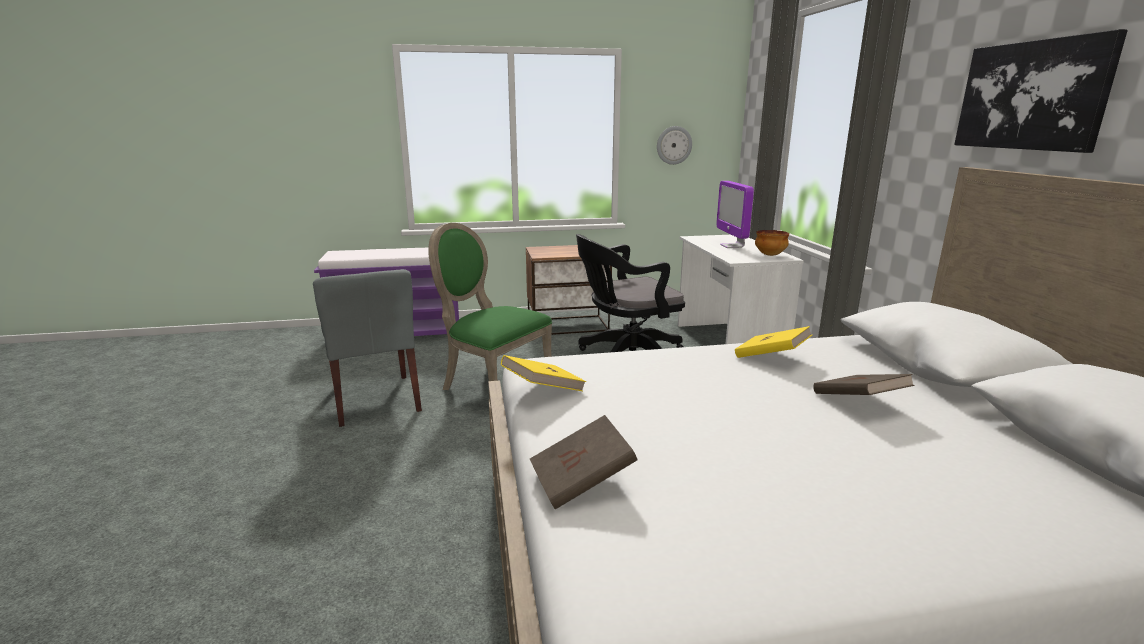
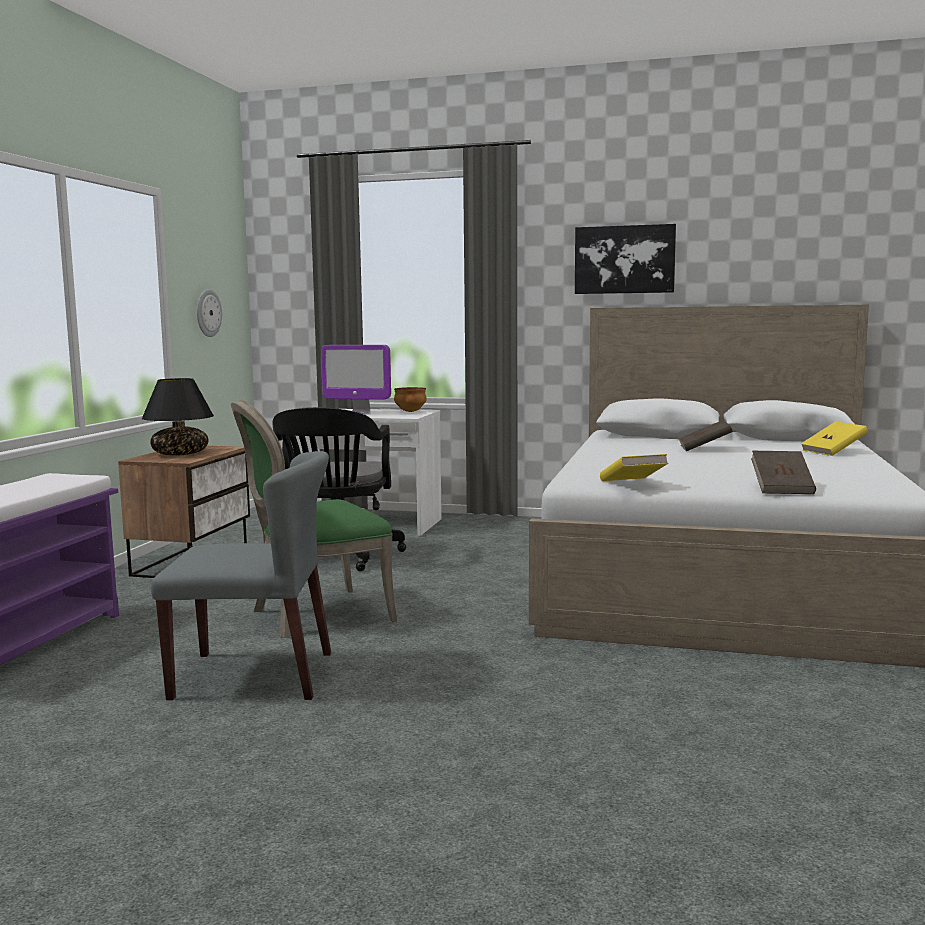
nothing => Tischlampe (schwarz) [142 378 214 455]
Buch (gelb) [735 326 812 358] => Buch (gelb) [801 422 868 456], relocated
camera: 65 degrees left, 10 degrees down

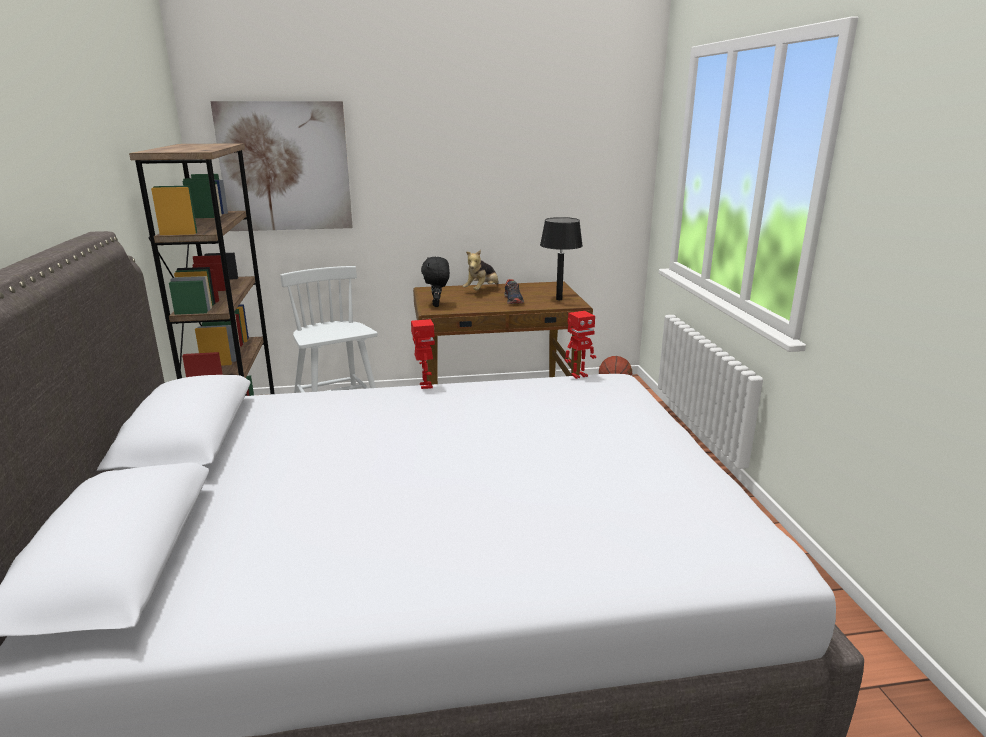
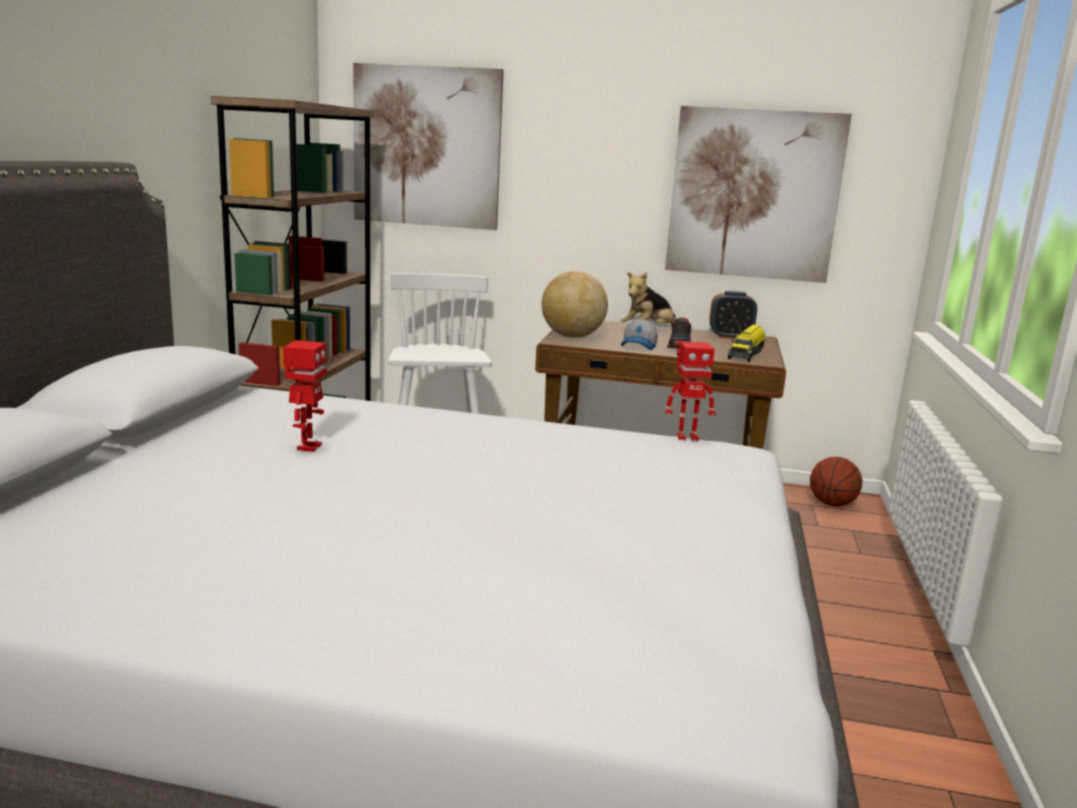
nothing => Kappe [621 319 658 350]
nothing => Bild [665 106 852 283]
nothing => Wecker [709 291 757 339]
Spielzeugroboter [411 319 435 389] => Spielzeugroboter [283 340 327 452], relocated
Plüschtier (schwarz) [421 257 450 307] => Globus [542 271 608 338]
Tischlampe (schwarz) [540 217 583 300] => Spielzeuglaster [728 324 765 362]
camera: 20 degrees right, 5 degrees down

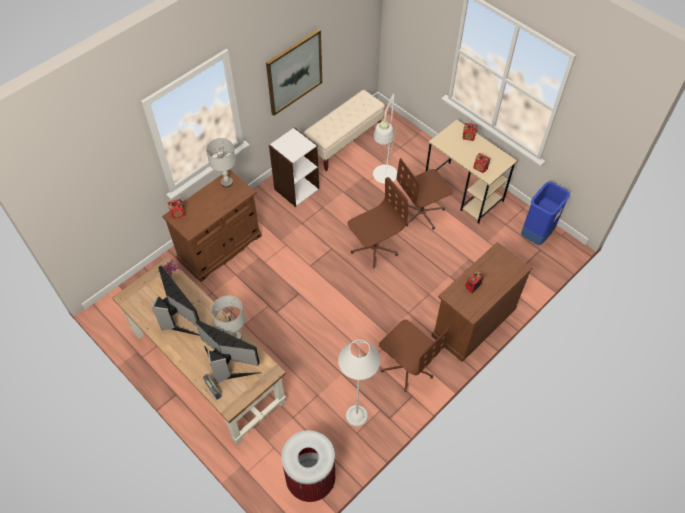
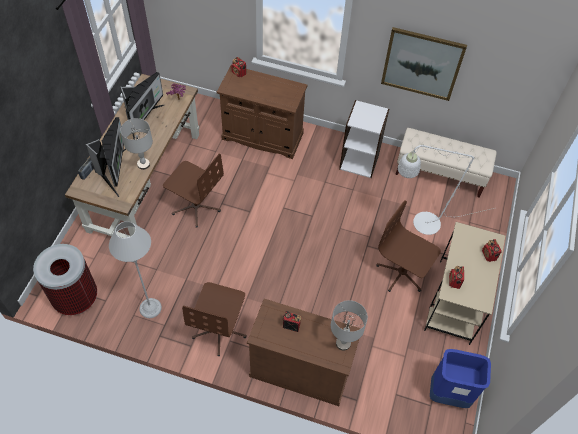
Tischlampe (grau) [206 138 236 188] => Tischlampe (grau) [331 300 368 351], relocated
Bürostuhl (braun) [347 177 408 268] => Bürostuhl (braun) [163 153 224 228], relocated
camera: 60 degrees right, 0 degrees up

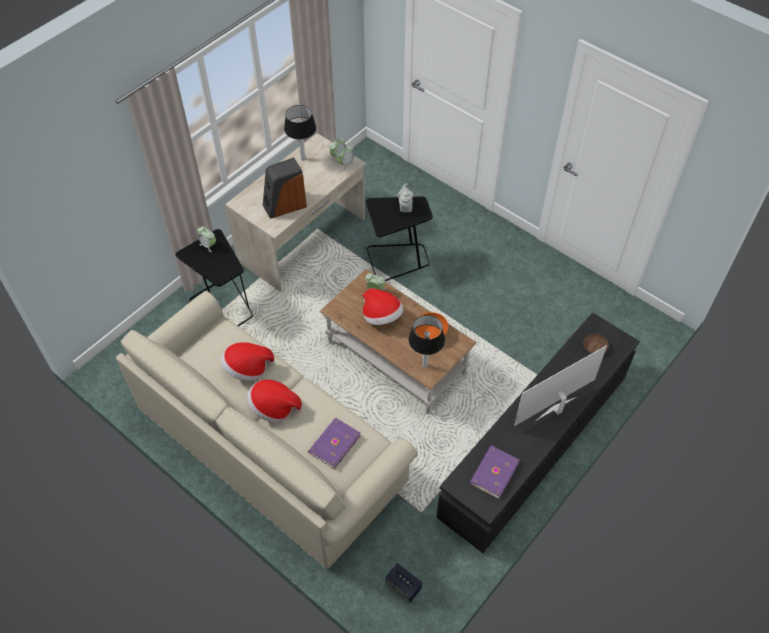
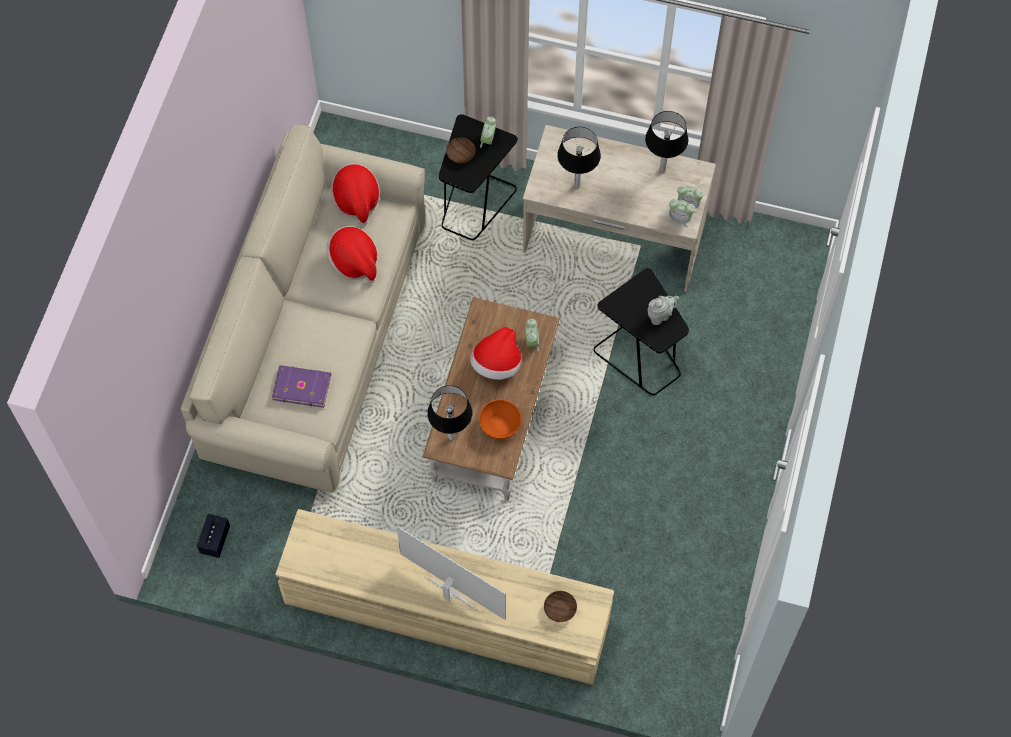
Buch (lila) [470 445 520 499] => nothing
nothing => Schüssel (braun) [446 138 476 163]
Hut [247 380 302 422] => Hut [331 163 380 225], relocated
Lautsprecher [263 157 307 219] => Tischlampe [557 127 601 188]
Fernsehschrank (schwarz) [437 313 640 553] => Fernsehschrank (beige) [275 509 614 685]
camera: 65 degrees right, 10 degrees up

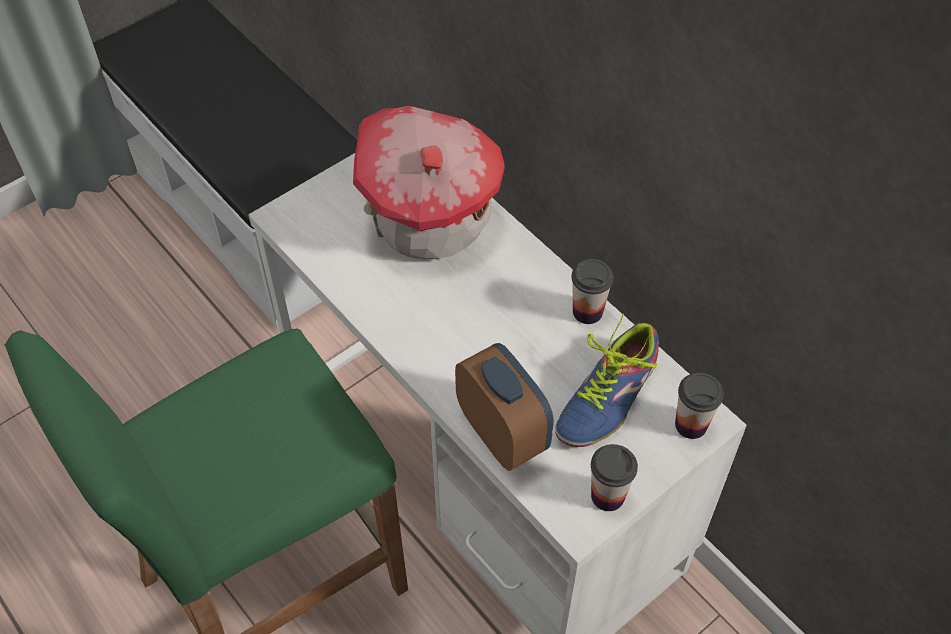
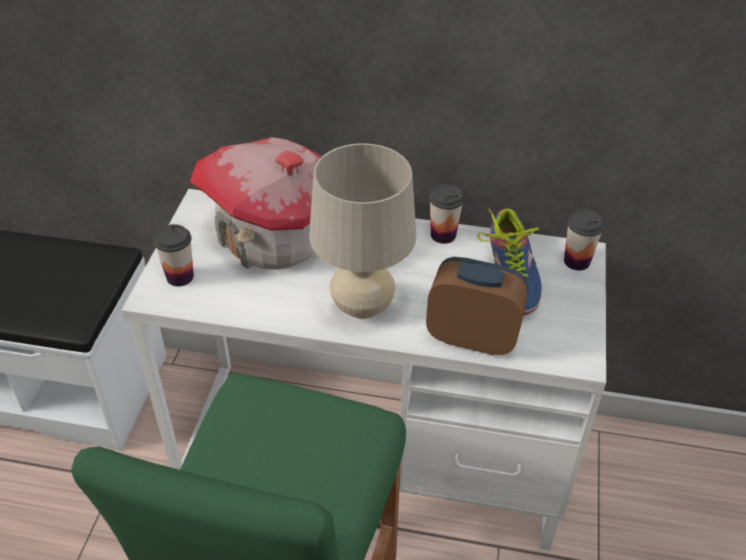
nothing => Tischlampe (beige) [309 143 416 319]
Tasse [591 444 638 511] => Tasse [153 224 194 287], relocated
camera: 40 degrees left, 10 degrees down

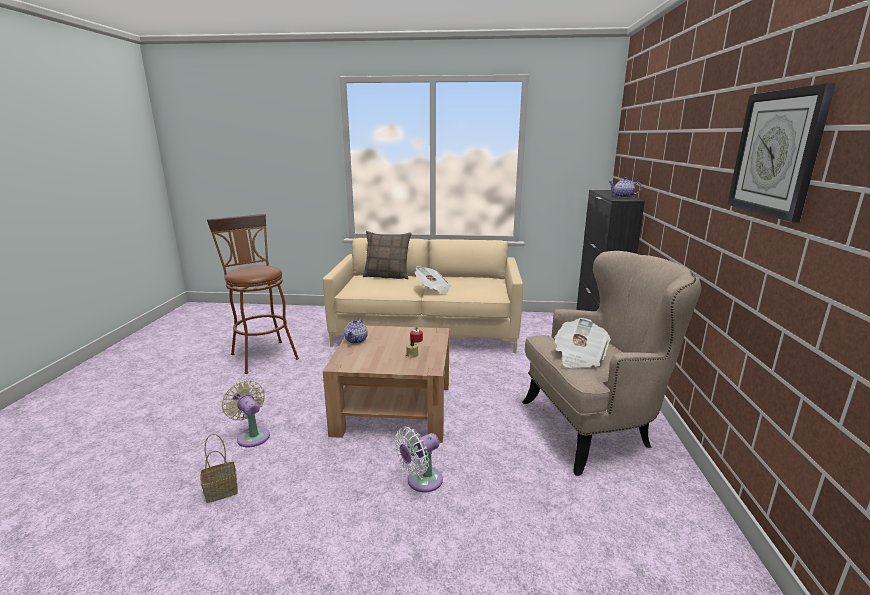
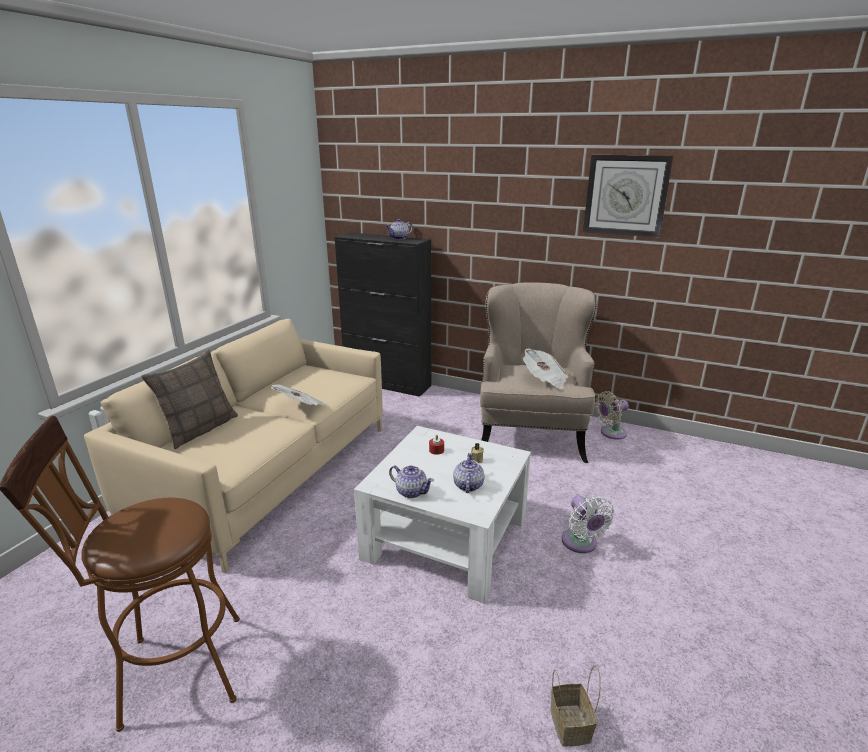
nothing => Teekanne [453 453 485 493]
Ventilator (beige) [222 380 270 447] => Ventilator (beige) [595 391 629 439], relocated
Couchtisch (braun) [323 325 450 443] => Couchtisch (weiß) [354 426 531 603]
camera: 70 degrees left, 5 degrees up

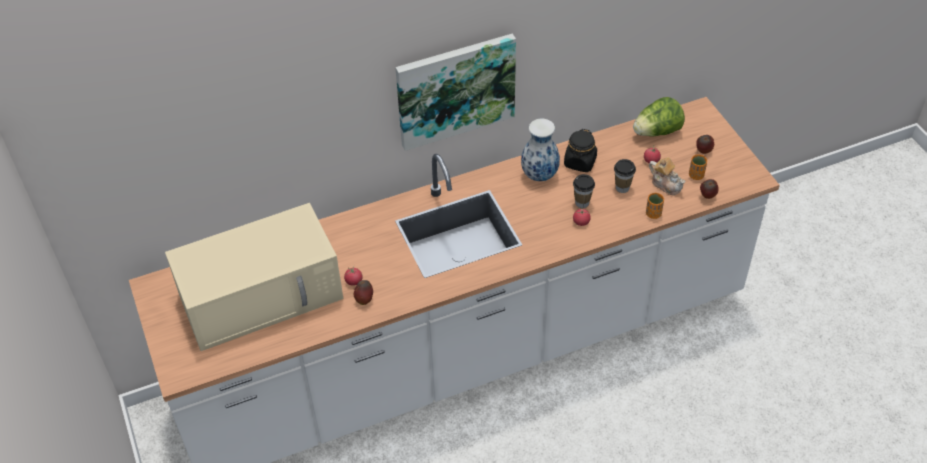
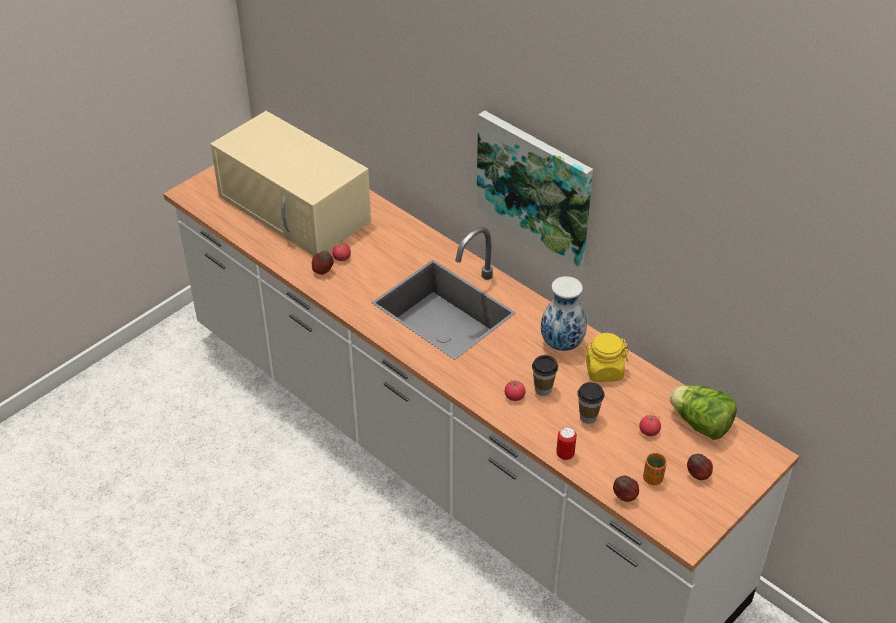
Teekanne [649 157 686 195] => nothing
Tasse (orange) [646 193 664 219] => Dose [556 427 577 461]
Vorratsglas (schwarz) [564 129 597 172] => Vorratsglas (gelb) [583 333 629 382]
camera: 65 degrees right, 5 degrees down

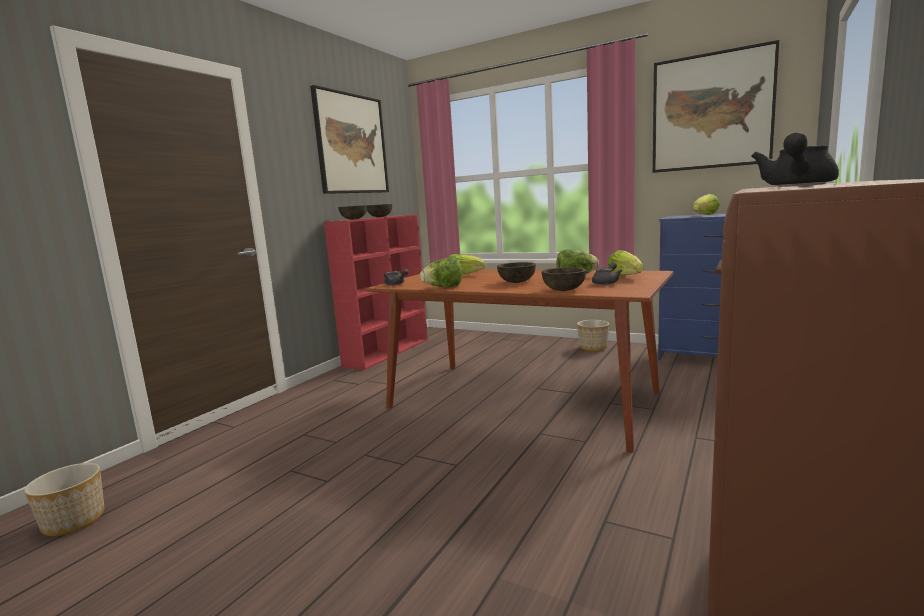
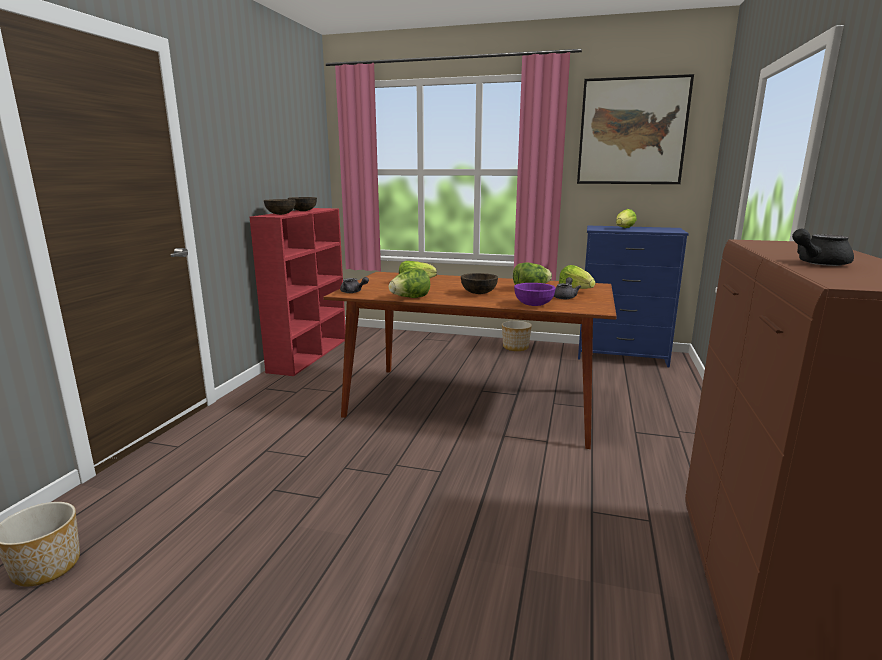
Bild [310 85 389 194] => nothing
Schüssel (braun) [541 267 586 291] => Schüssel (lila) [514 283 556 306]
Teekanne (schwarz) [751 132 839 187] => Teekanne (schwarz) [792 229 854 266], 45 degrees clockwise
camera: 15 degrees left, 5 degrees up

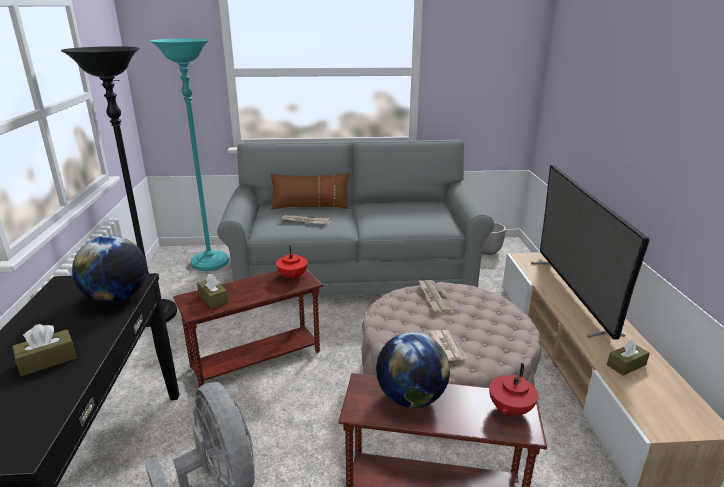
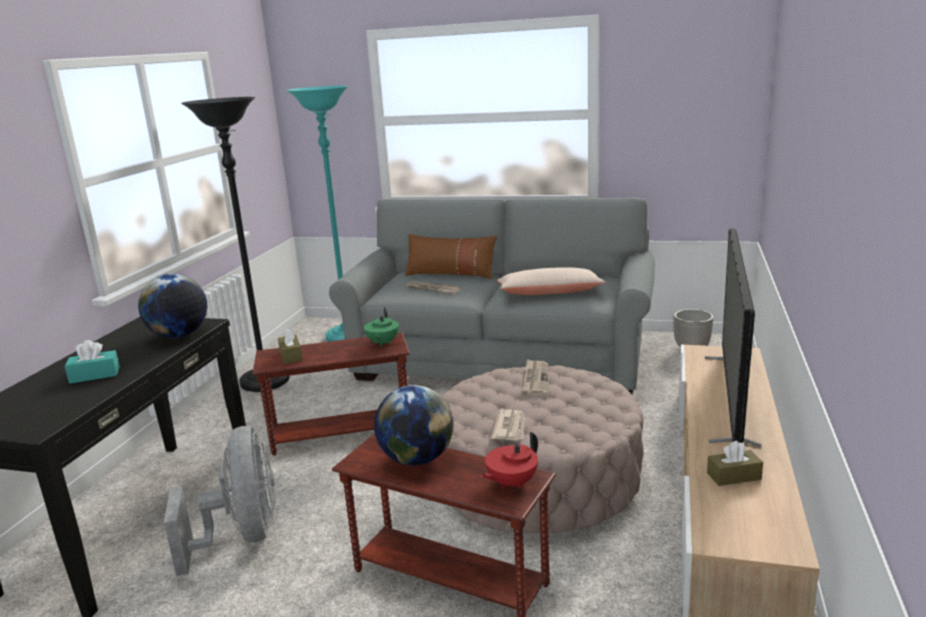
nothing => Kissen (beige) [497 267 605 295]
Taschentuchbox (braun) [13 324 77 376] => Taschentuchbox (türkis) [65 340 120 384]
Teekanne (rot) [276 245 308 281] => Teekanne (grün) [364 308 399 347]
camera: 20 degrees right, 5 degrees down

